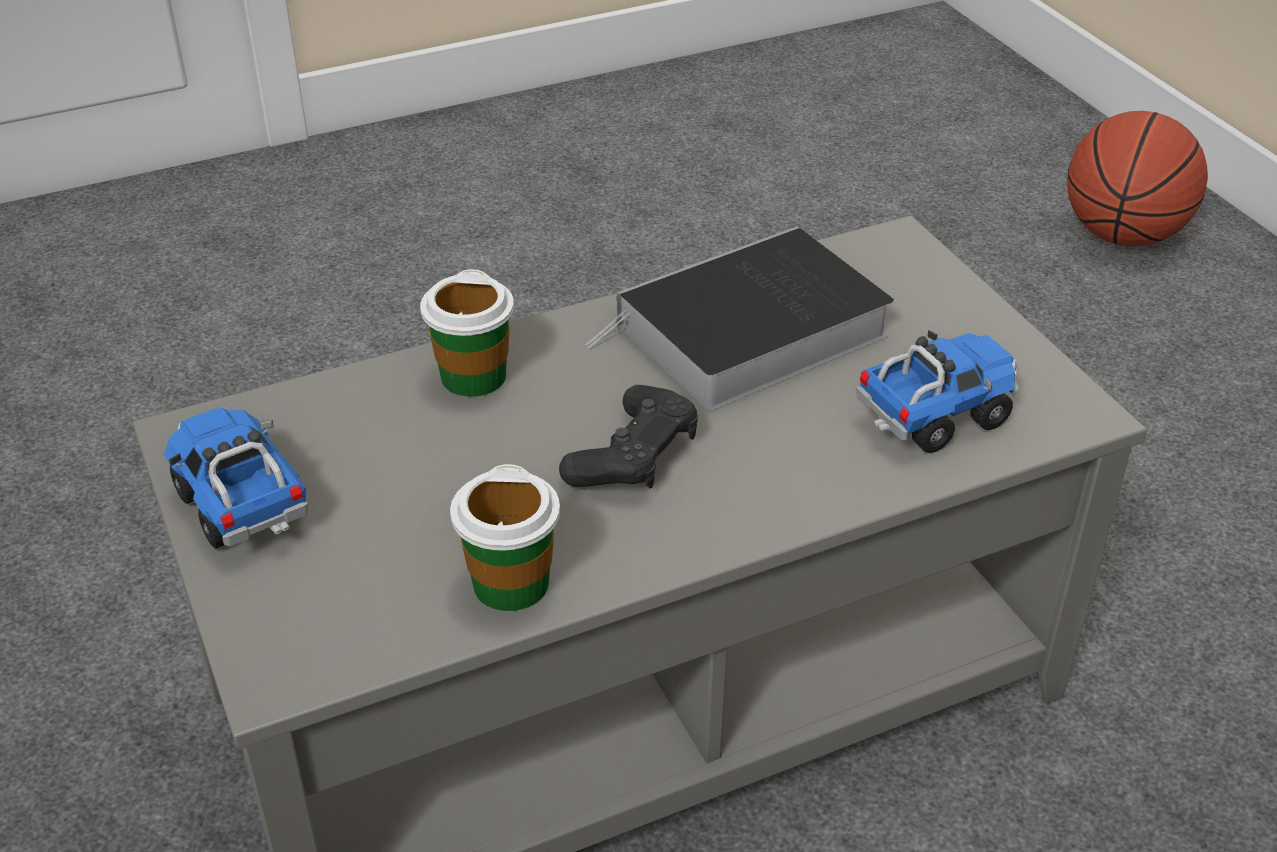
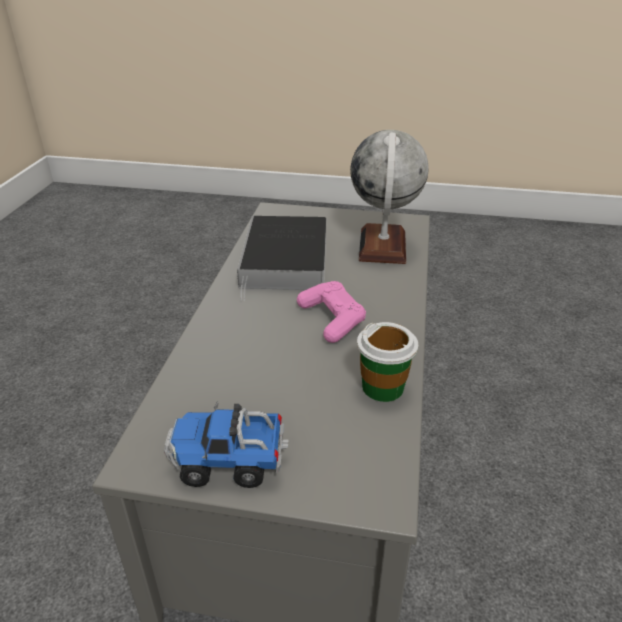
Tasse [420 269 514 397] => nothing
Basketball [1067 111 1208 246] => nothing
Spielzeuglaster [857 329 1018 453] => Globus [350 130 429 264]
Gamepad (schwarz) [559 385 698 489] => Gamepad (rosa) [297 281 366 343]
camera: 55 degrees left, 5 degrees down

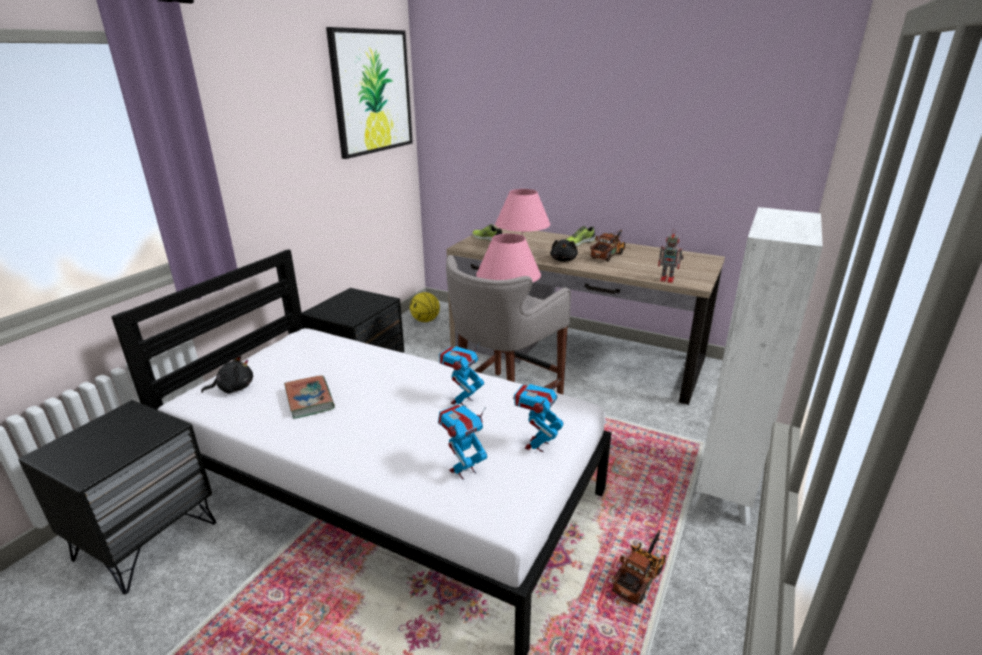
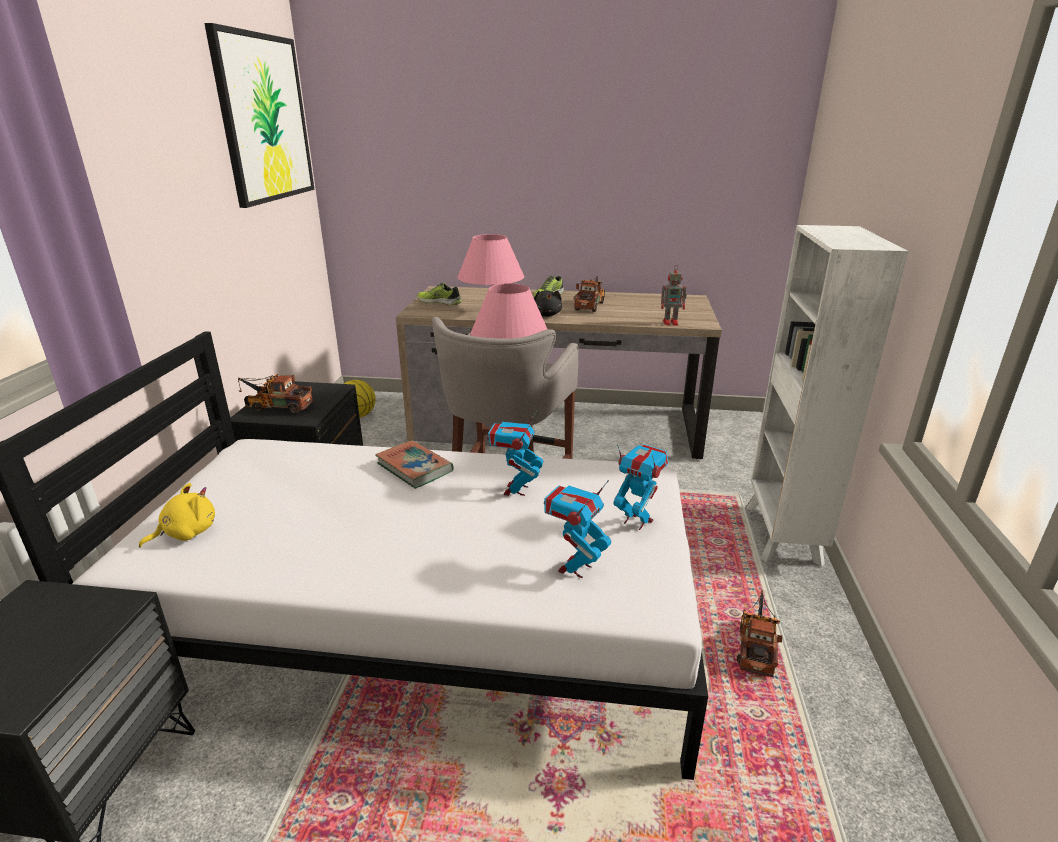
nothing => Spielzeuglaster [238 374 313 414]
Buch [284 375 335 419] => Buch [375 440 454 489], relocated
Plüschtier (schwarz) [201 355 253 394] => Plüschtier (gelb) [139 483 215 548]
Spielzeugroboter [513 378 564 452] => Spielzeugroboter [614 444 669 530], 120 degrees clockwise
camera: 20 degrees left, 0 degrees up

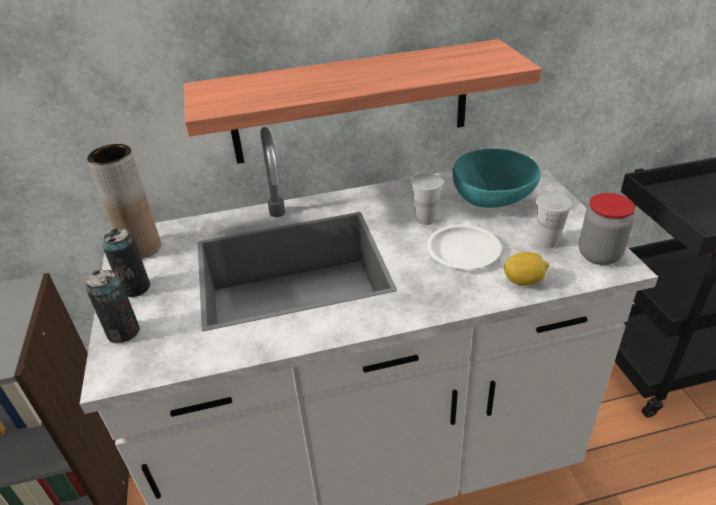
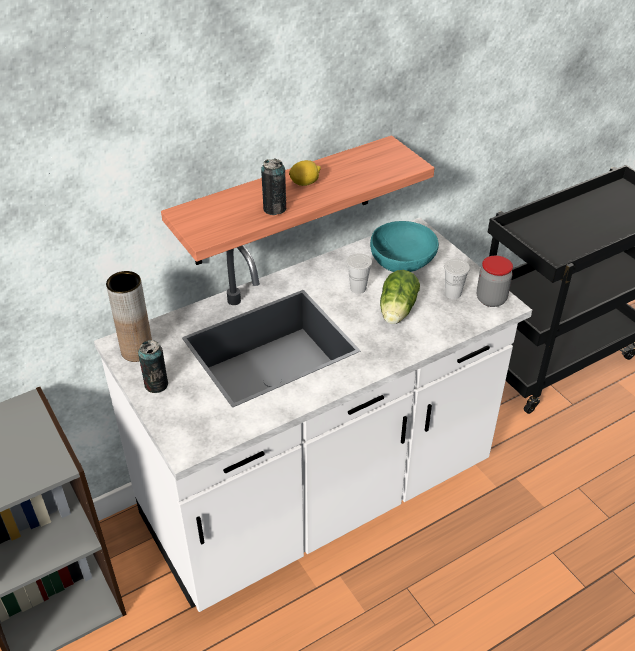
Dose [86 269 140 343] => Dose [261 159 286 215], relocated
Zitrone [503 252 549 286] => Zitrone [289 160 321 186], relocated
Teller (weiß) [427 225 502 269] => Salatkopf [380 270 420 324]
camera: 20 degrees left, 5 degrees up

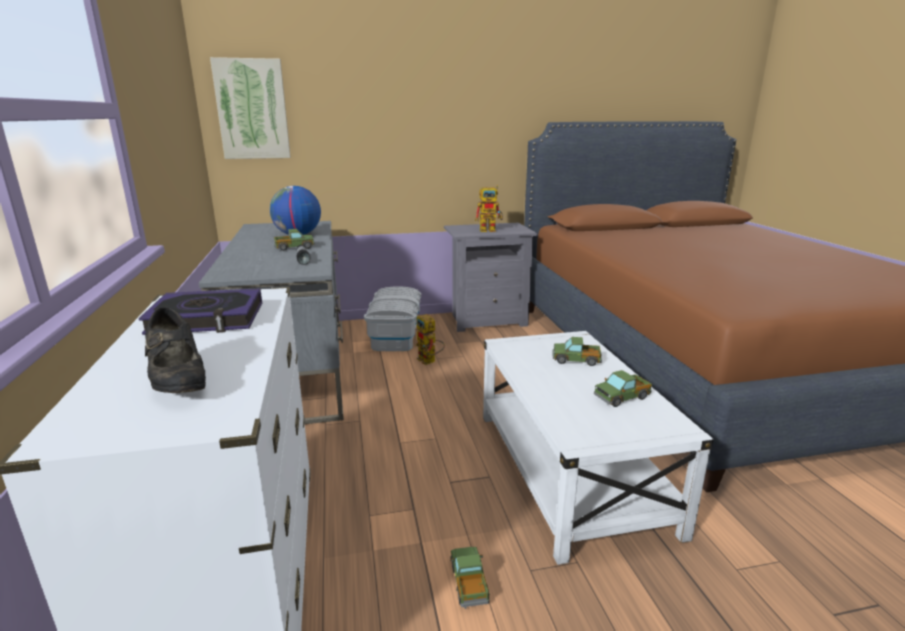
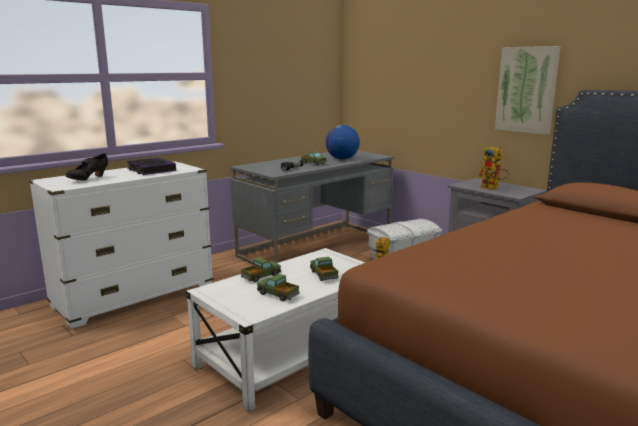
Bild [210 57 291 159] => Bild [495 46 561 135], relocated
Spielzeuglaster [450 547 490 609] => Spielzeuglaster [241 258 281 282], relocated
camera: 60 degrees right, 5 degrees down

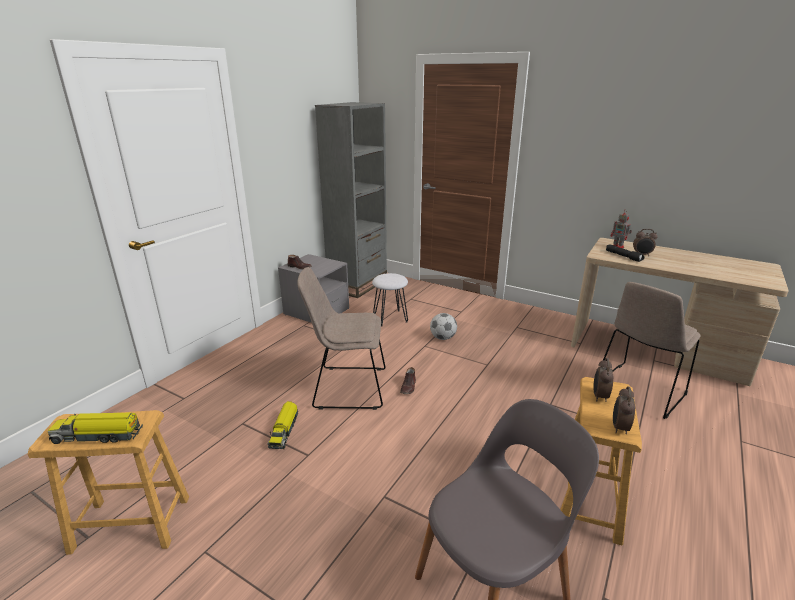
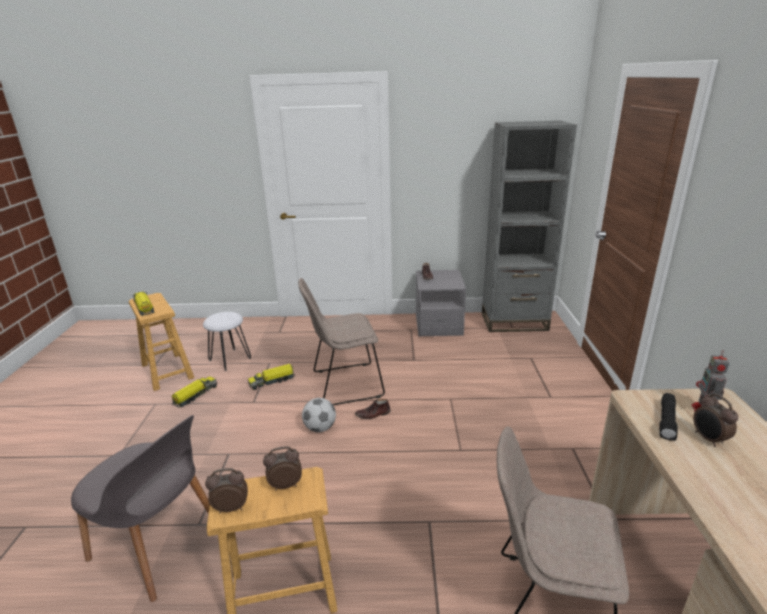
nothing => Spielzeuglaster [172 376 217 408]
Hocker (weiß) [372 273 408 326] => Hocker (weiß) [203 312 251 371], relocated
Fußball [430 313 457 340] => Fußball [302 398 336 432], relocated
Stuhl (beige) [297 267 386 410] => Stuhl (beige) [298 278 385 405], 75 degrees counterclockwise
camera: 60 degrees right, 0 degrees up

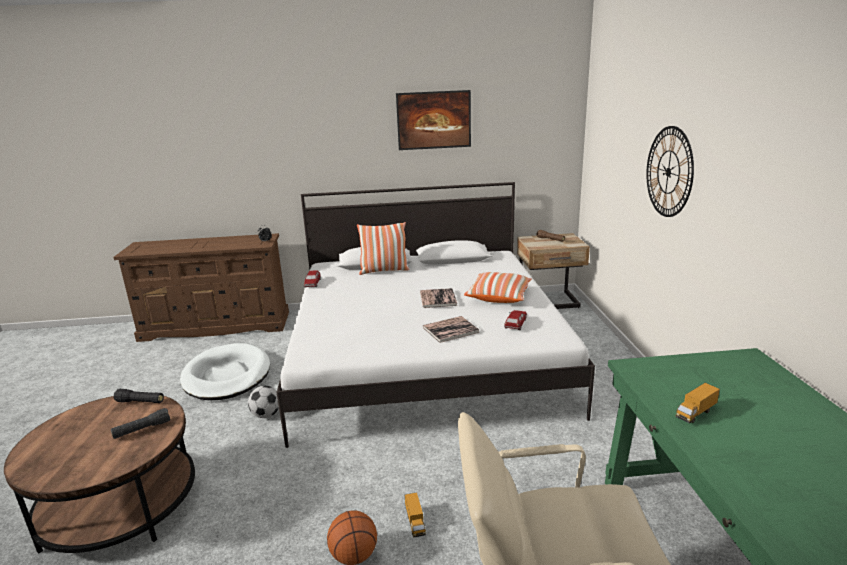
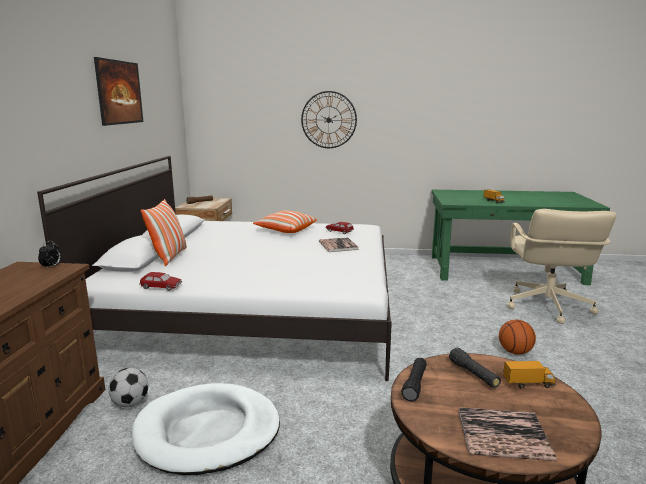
Fußball [248 386 279 418] => Fußball [109 368 148 407], relocated
Spielzeuglaster [405 492 426 538] => Spielzeuglaster [503 361 556 389], relocated
Buch [420 288 457 308] => Buch [458 408 557 461], relocated
camera: 80 degrees left, 5 degrees down

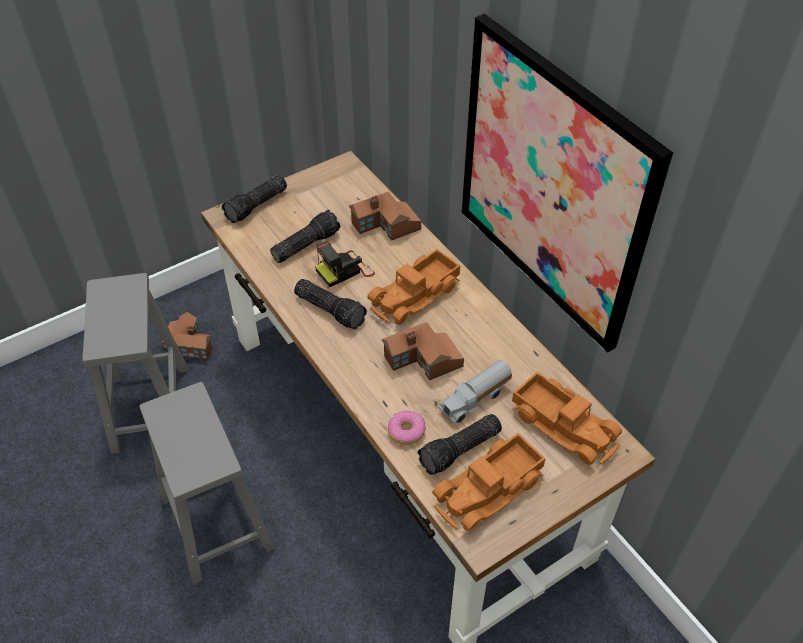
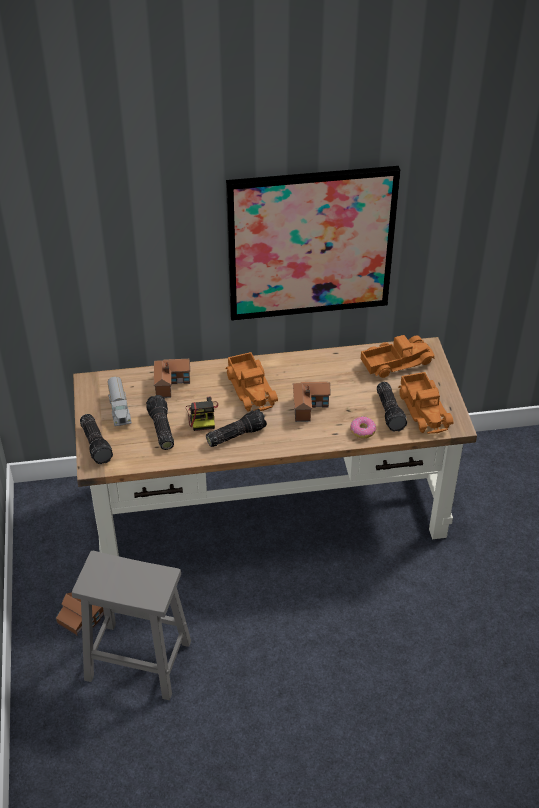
Hocker (grau) [139 382 275 585] => nothing
Spielzeuglaster [438 360 512 424] => Spielzeuglaster [107 376 132 426], relocated
camera: 65 degrees left, 5 degrees down

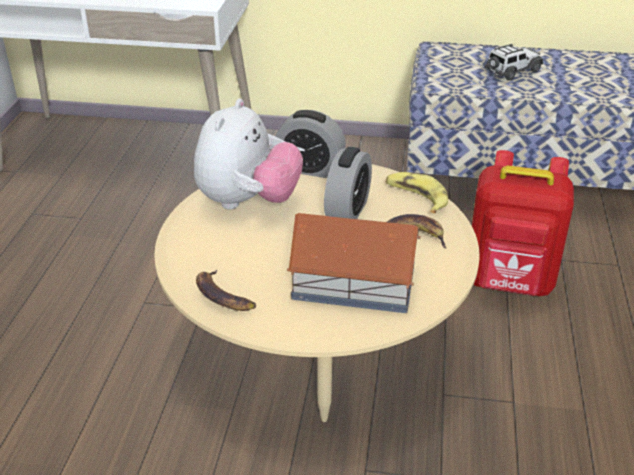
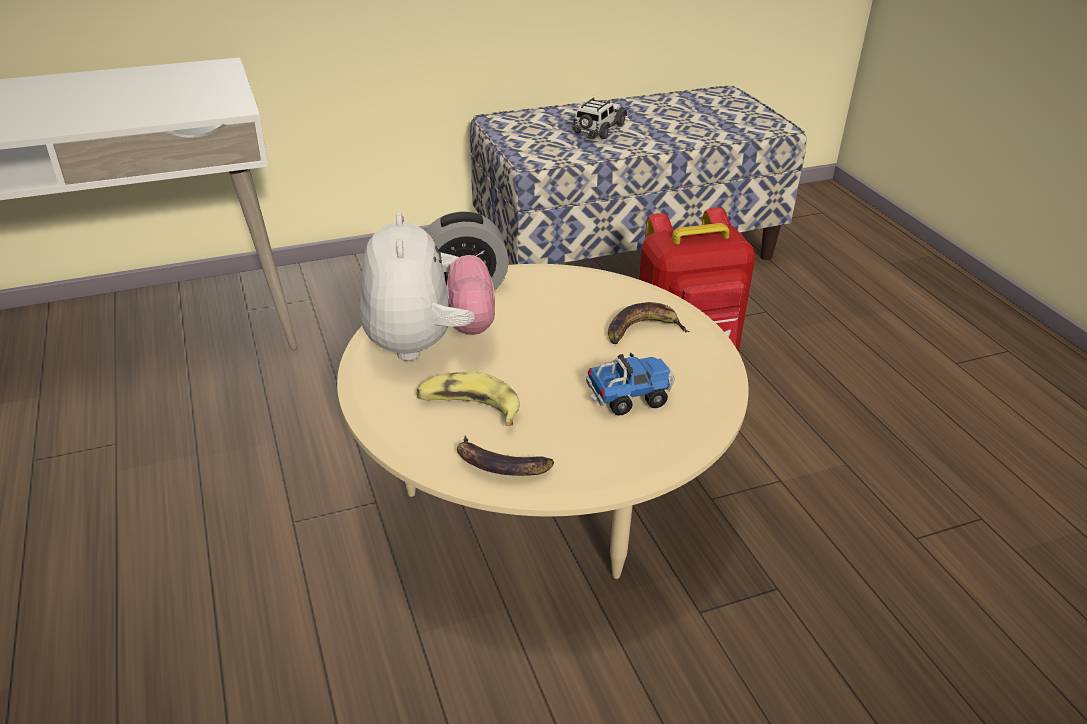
Wecker [324 147 372 219] => nothing
Banane [386 172 448 213] => Banane [416 371 520 426], relocated
Spielzeughaus [287 213 421 313] => Spielzeuglaster [586 352 675 415]
camera: 30 degrees left, 0 degrees up

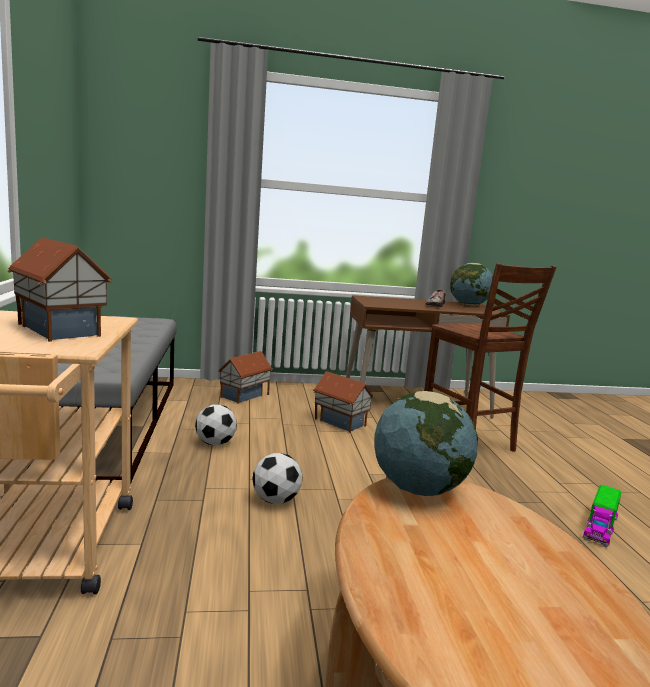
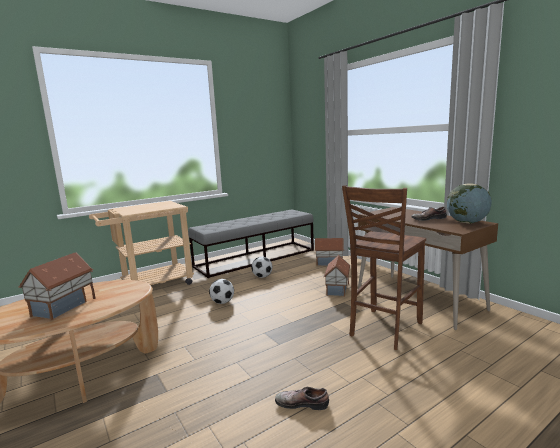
Globus [375 391 478 496] => nothing
Spielzeughaus [7 237 112 342] => Spielzeughaus [18 252 96 320], relocated
Spielzeuglaster [582 485 621 547] => Schuh [275 387 329 410]
camera: 65 degrees right, 0 degrees up

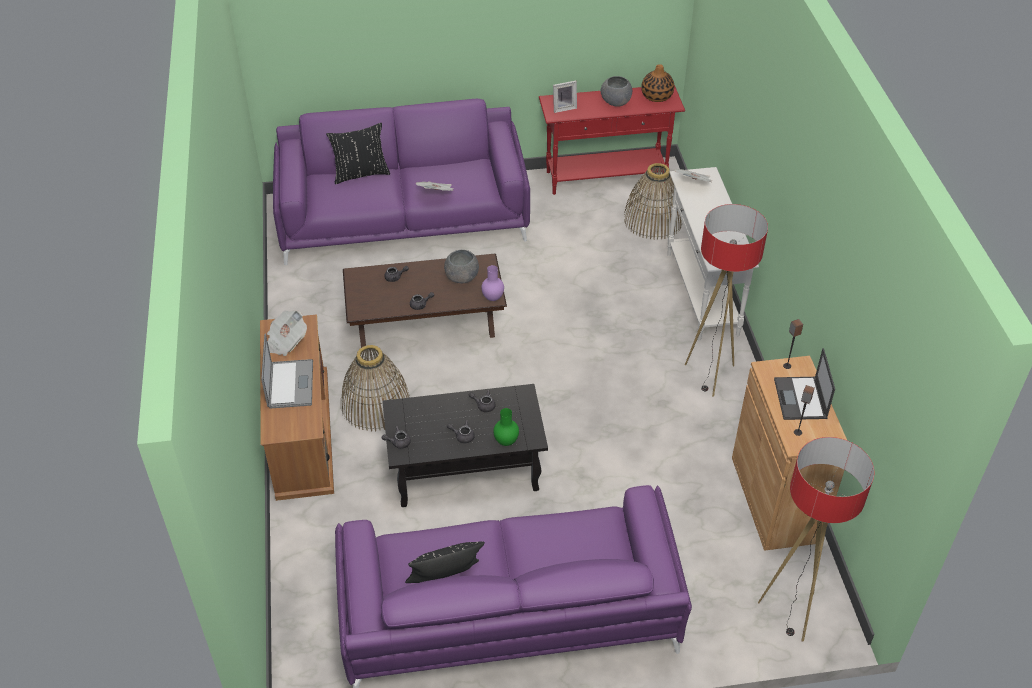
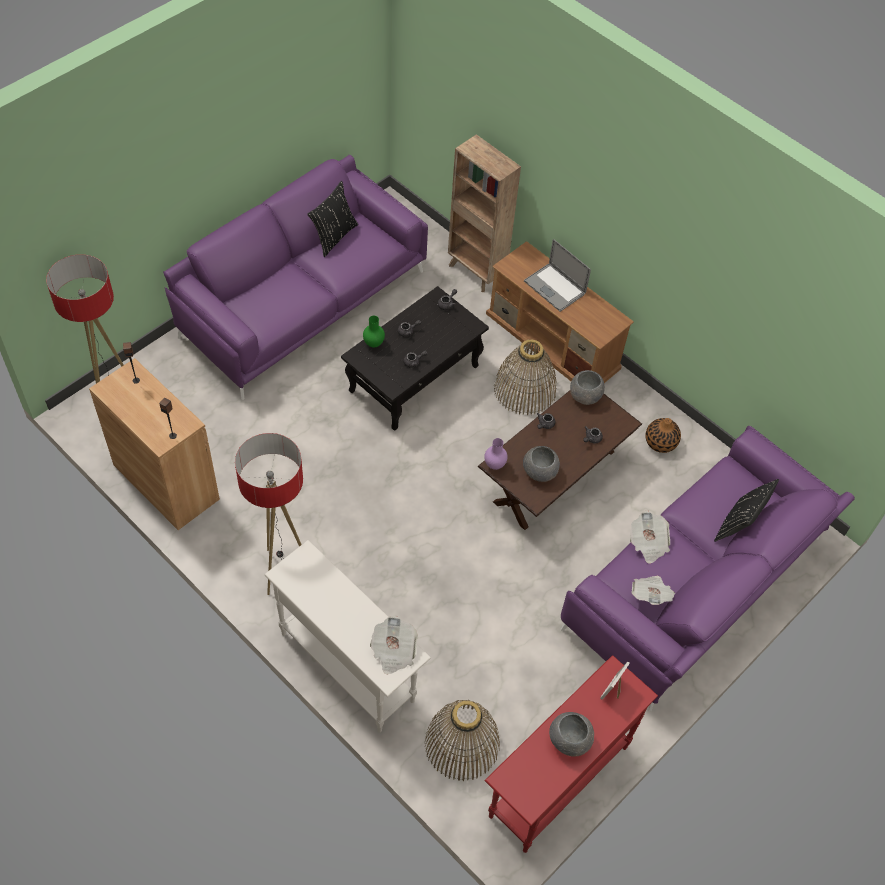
Laptop [774 348 835 420] => nothing
nothing => Bücherregal (braun) [448 134 521 292]
nothing => Schüssel (grau) [570 370 605 405]
Zeitung [267 310 307 356] => Zeitung [631 576 675 605], relocated
Vase [641 64 674 102] => Vase [645 418 681 453], relocated
camera: 140 degrees right, 10 degrees up

